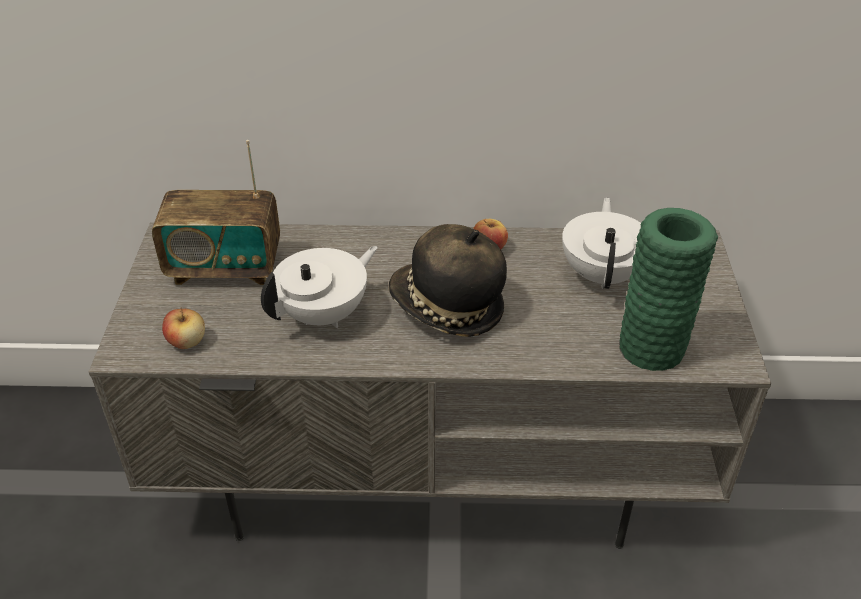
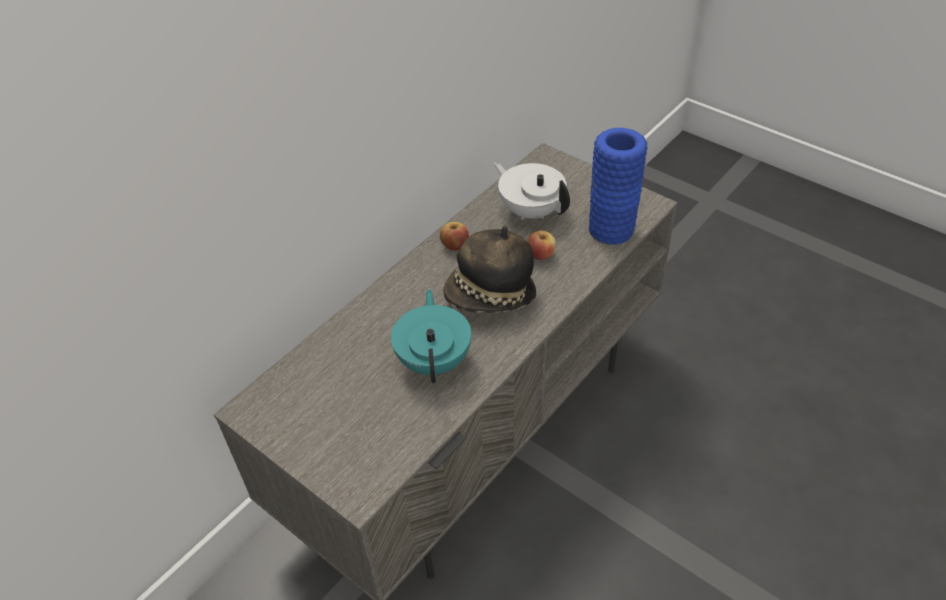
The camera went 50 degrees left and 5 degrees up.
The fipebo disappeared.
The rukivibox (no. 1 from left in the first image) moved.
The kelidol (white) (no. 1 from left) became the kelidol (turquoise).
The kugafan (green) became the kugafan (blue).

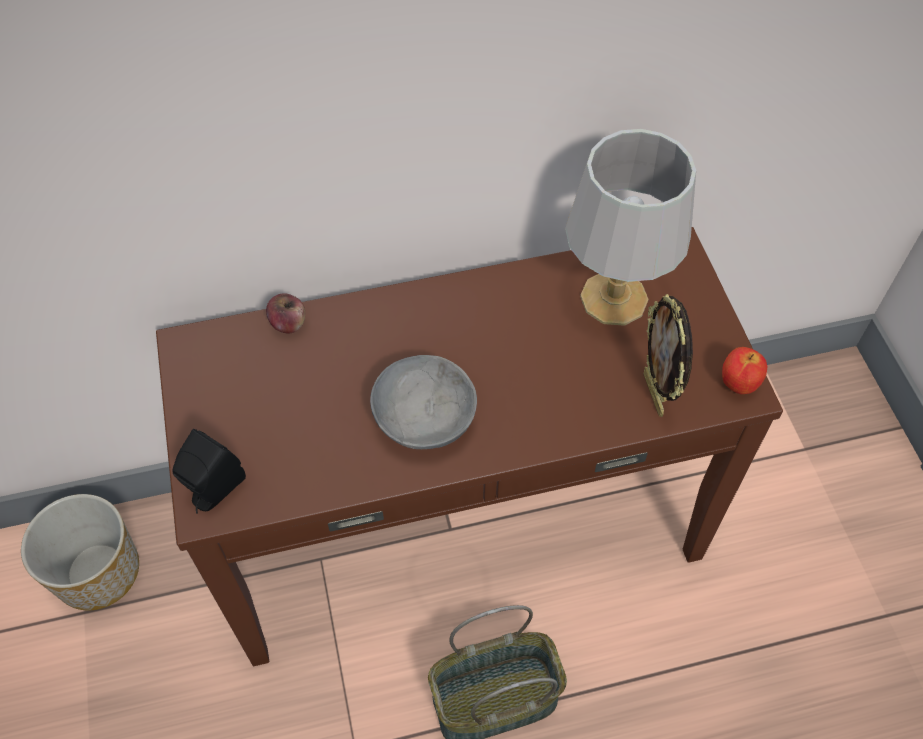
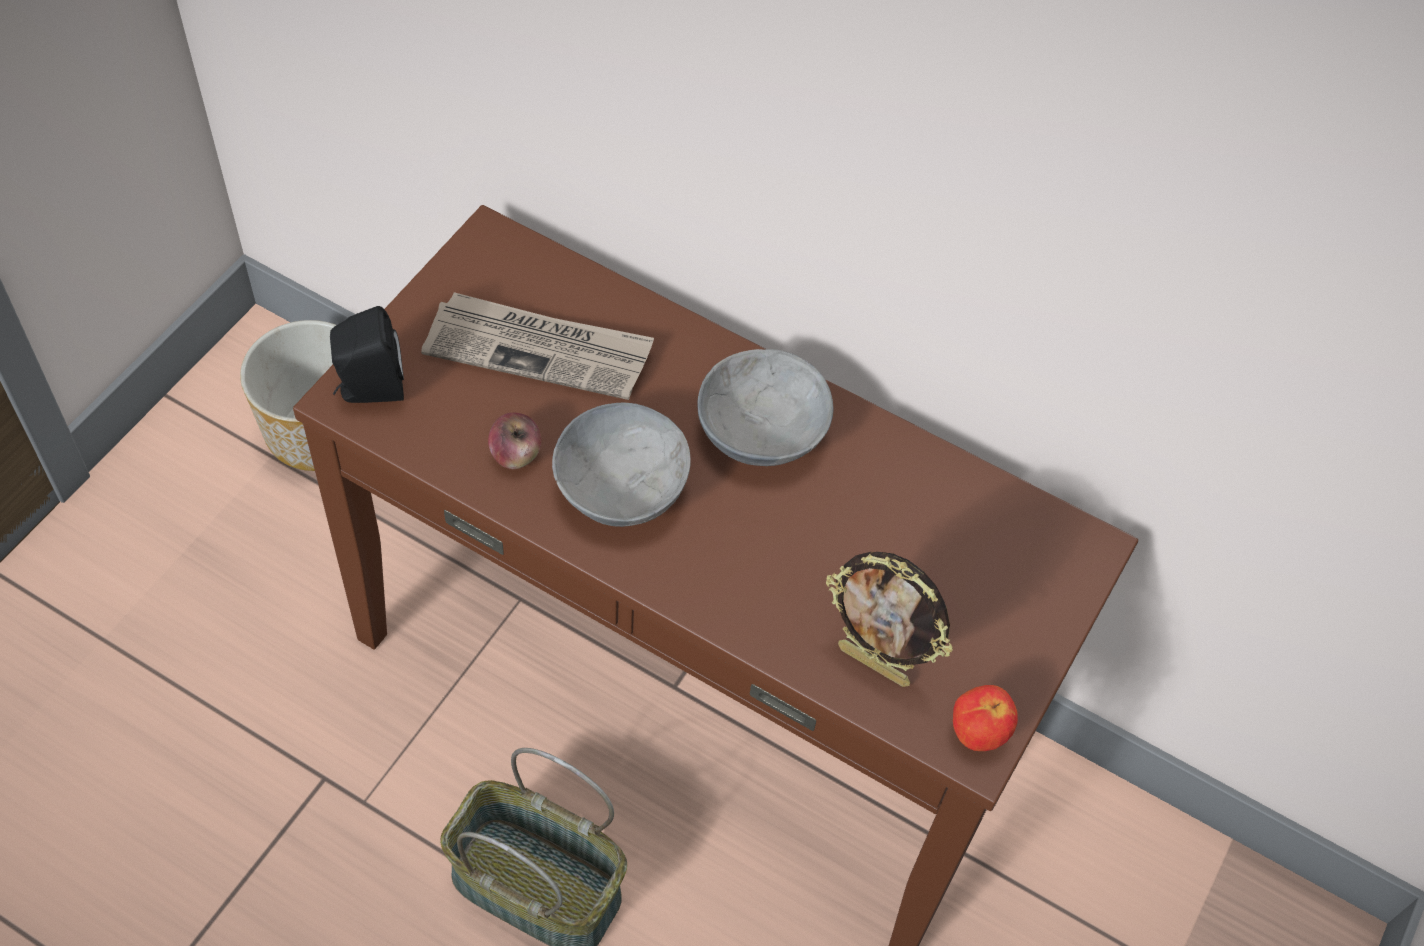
The camera went 40 degrees right and 0 degrees up.
The rukivibox (no. 1 from left) moved.
The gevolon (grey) disappeared.
The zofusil turned 90 degrees counterclockwise.
The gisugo appeared.
The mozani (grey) (no. 2 from left) appeared.

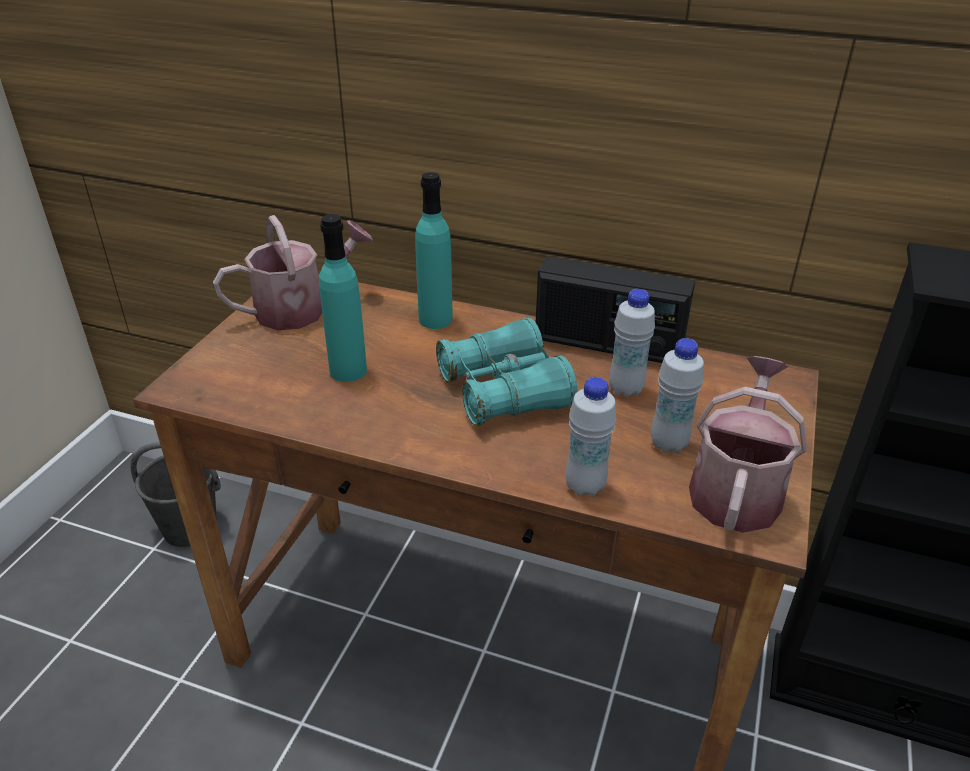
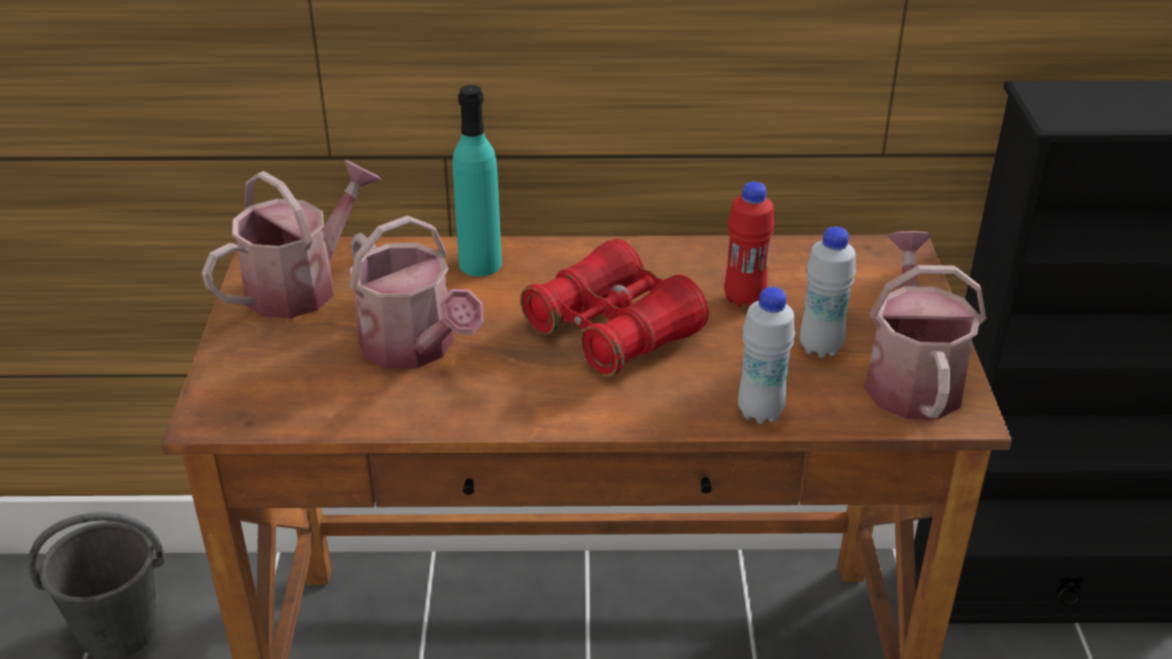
The camera went 20 degrees left and 0 degrees up.
The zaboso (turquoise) (no. 1 from left) was replaced by the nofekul (no. 2 from left).
The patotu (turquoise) became the patotu (red).
The fipebo disappeared.
The zaboso (white) (no. 2 from left) became the zaboso (red).

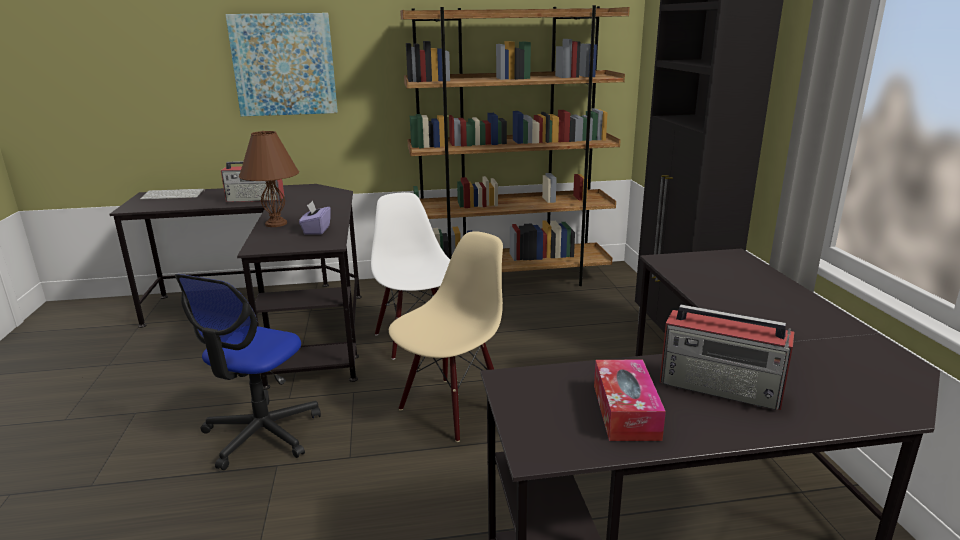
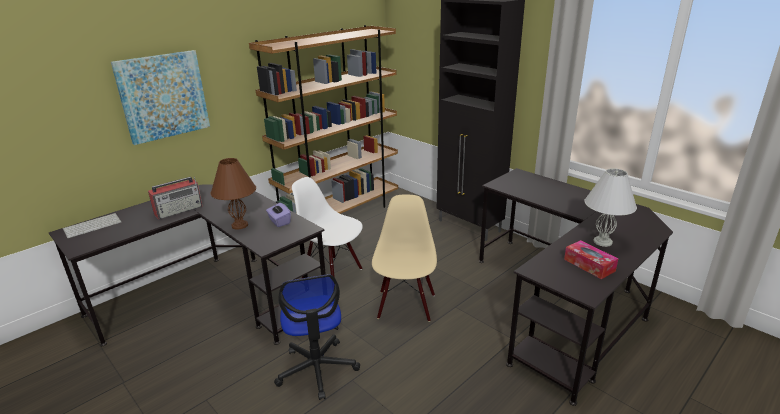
The camera went 35 degrees left and 5 degrees up.
The fipebo (no. 2 from left) was replaced by the gevolon (white).

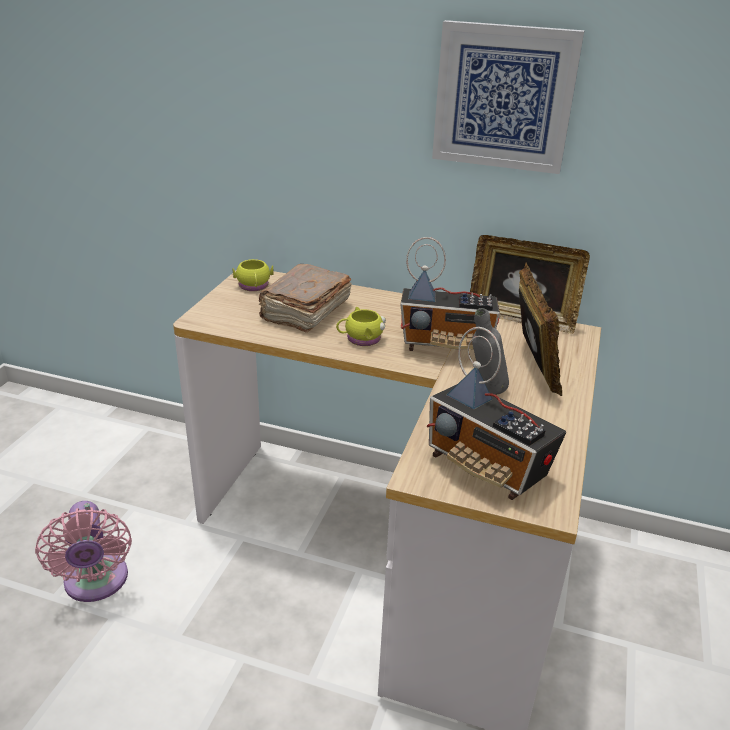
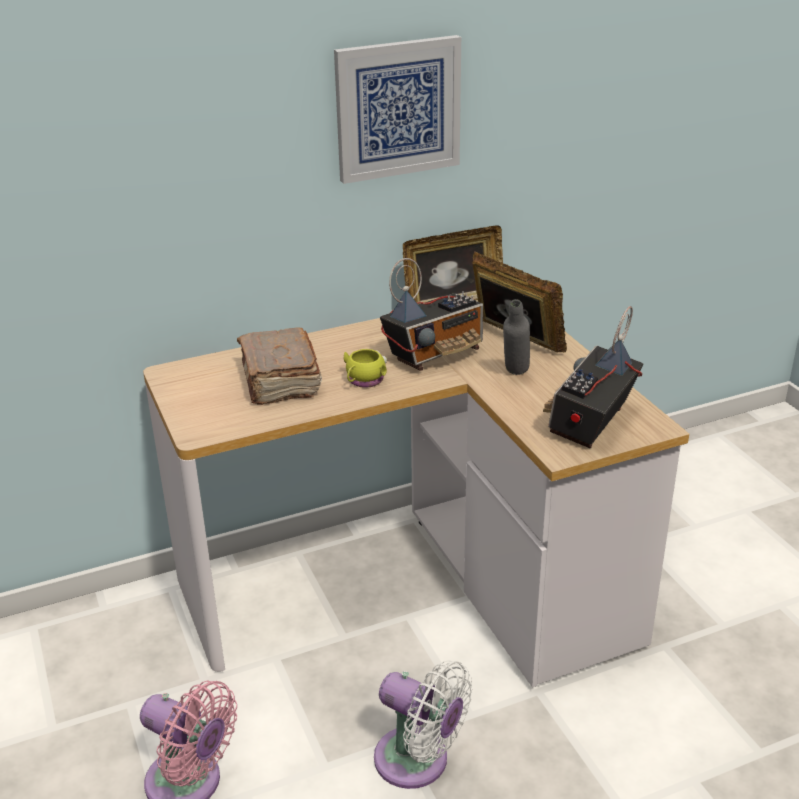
The camera went 40 degrees left and 0 degrees up.
The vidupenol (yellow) (no. 1 from left) disappeared.
The fipebo (no. 2 from left) turned 120 degrees clockwise.
The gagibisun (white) appeared.

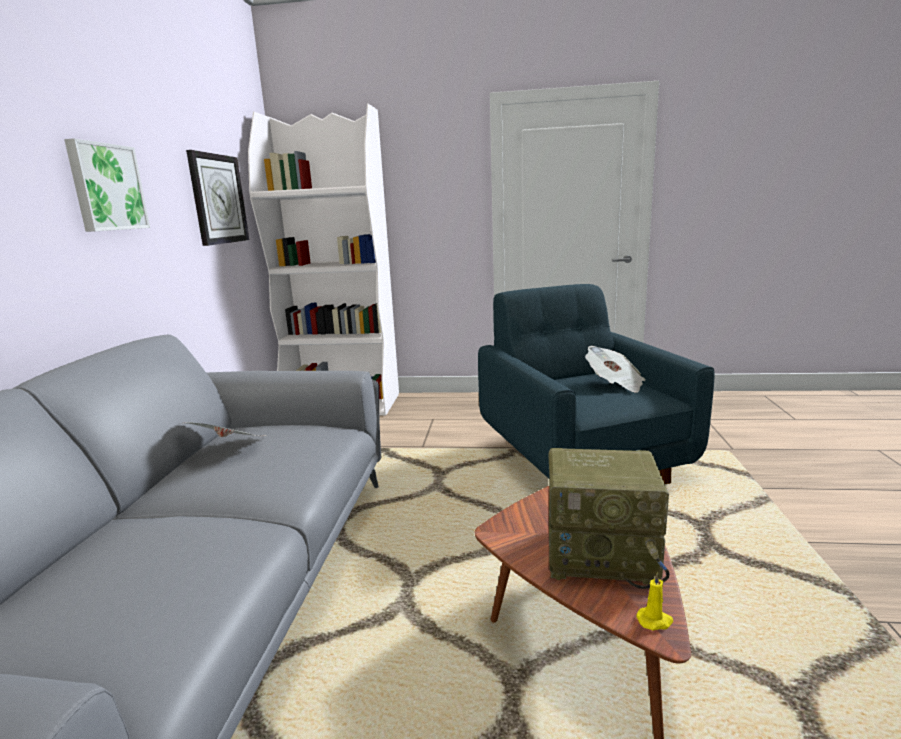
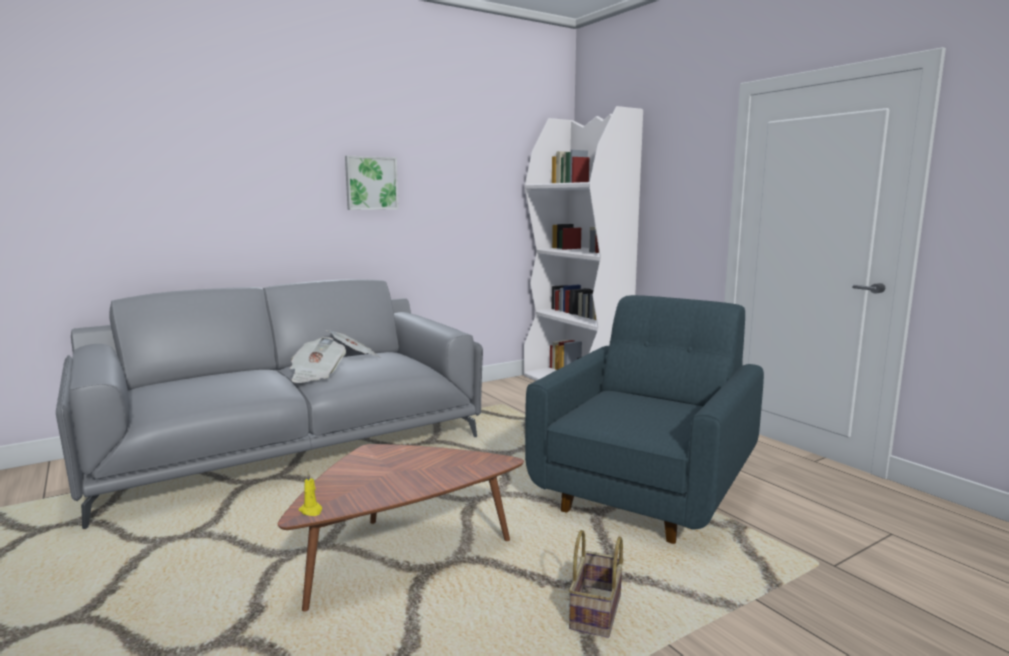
The camera went 50 degrees right and 5 degrees down.
The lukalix disappeared.
The fipebo disappeared.
The gisugo (no. 2 from left in the first image) moved.
The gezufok appeared.

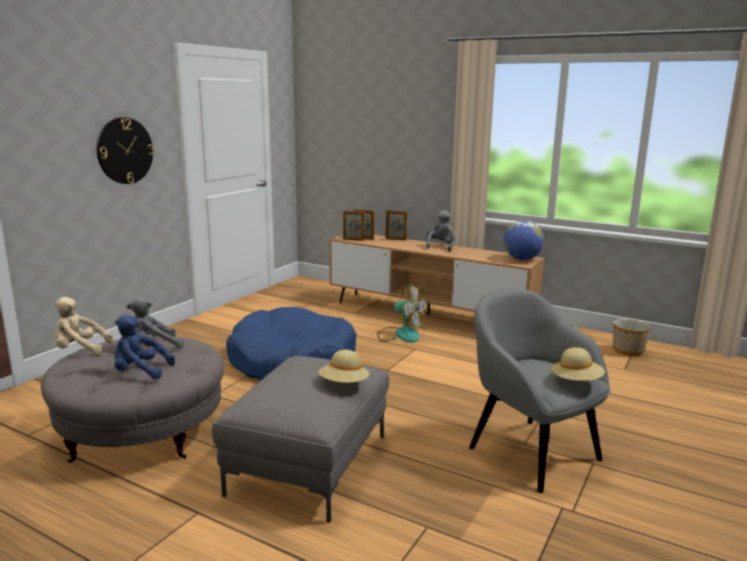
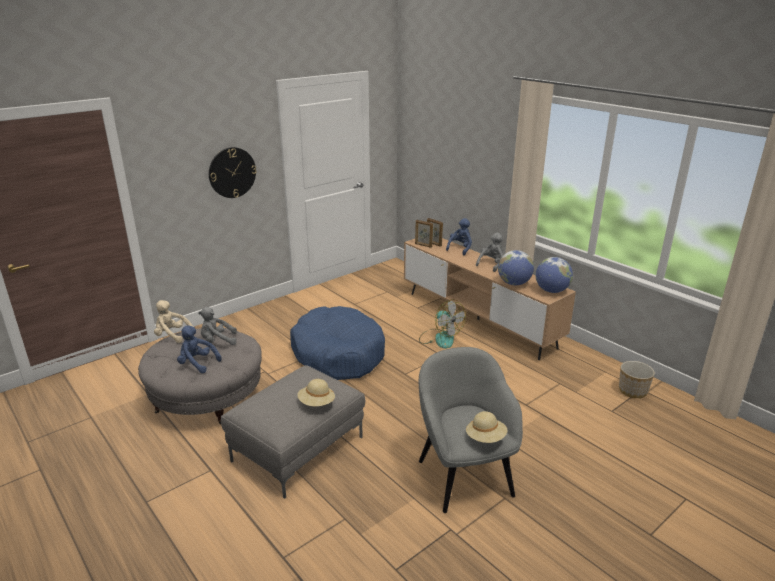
The camera went 20 degrees right and 10 degrees up.
The zofusil (no. 3 from left) was replaced by the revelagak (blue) (no. 2 from left).
The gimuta (no. 1 from left) appeared.

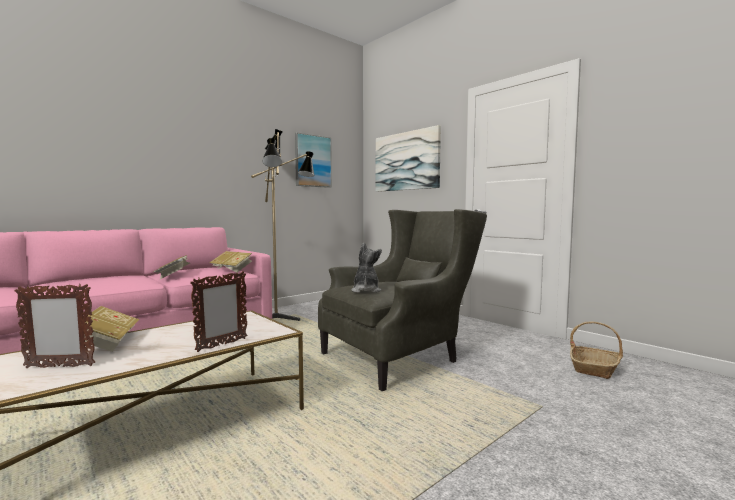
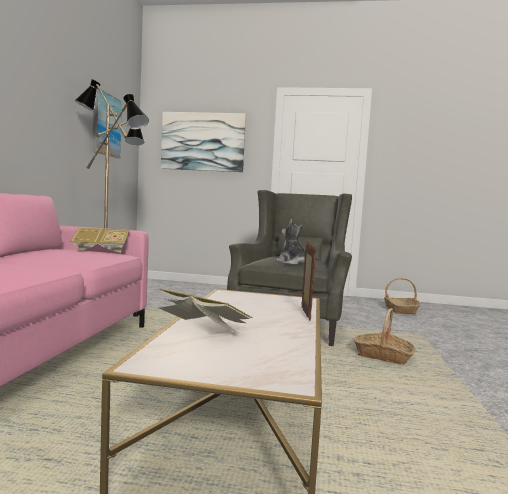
The camera went 40 degrees left and 0 degrees up.
The zofusil (no. 1 from left) disappeared.
The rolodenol (no. 2 from left) disappeared.
The gezufok (no. 1 from left) appeared.

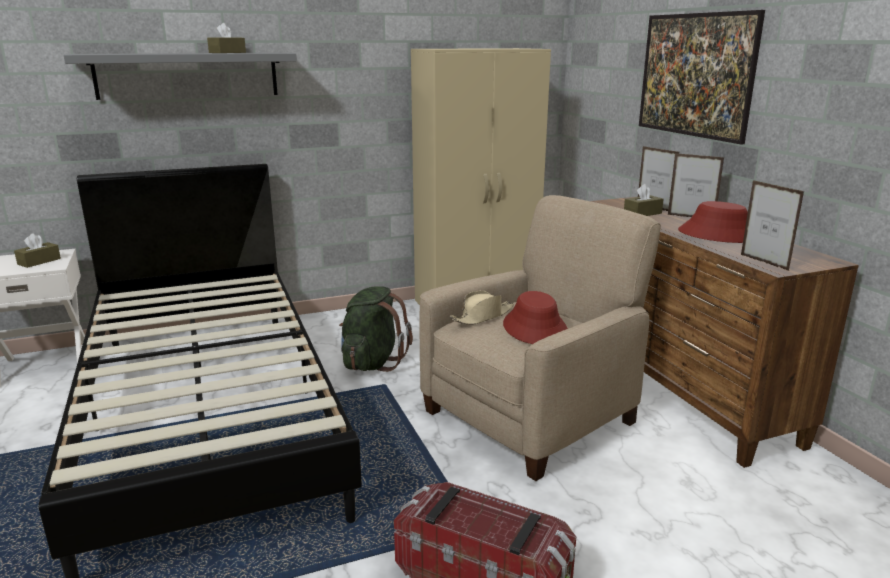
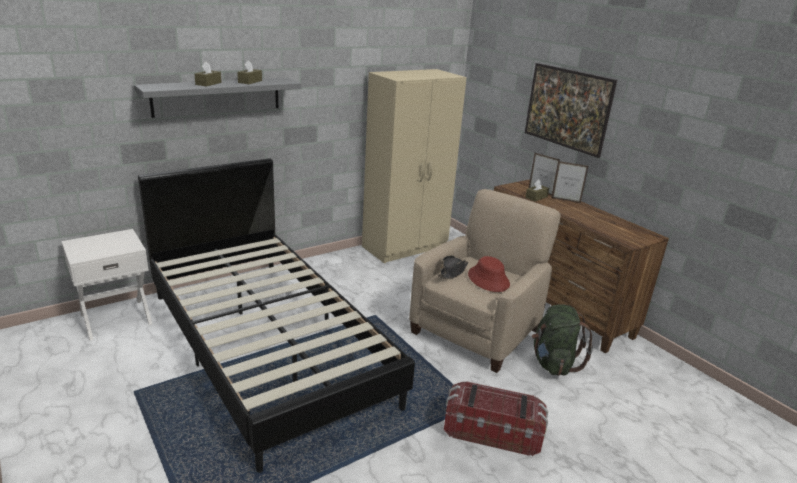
The camera went 15 degrees left and 5 degrees up.
The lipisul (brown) (no. 1 from left) moved.
The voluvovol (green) moved.
The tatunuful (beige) became the tatunuful (black).
The tatunuful (red) (no. 2 from left) disappeared.
The zofusil (no. 3 from left) disappeared.

